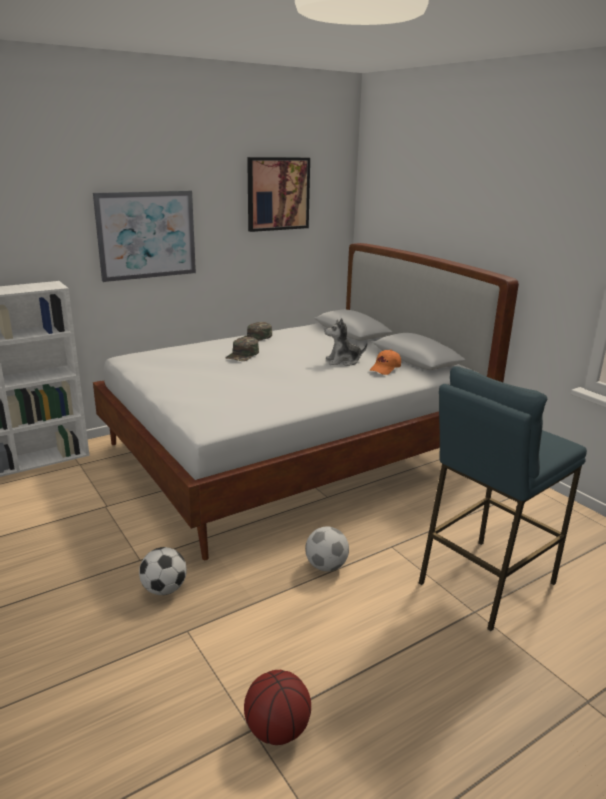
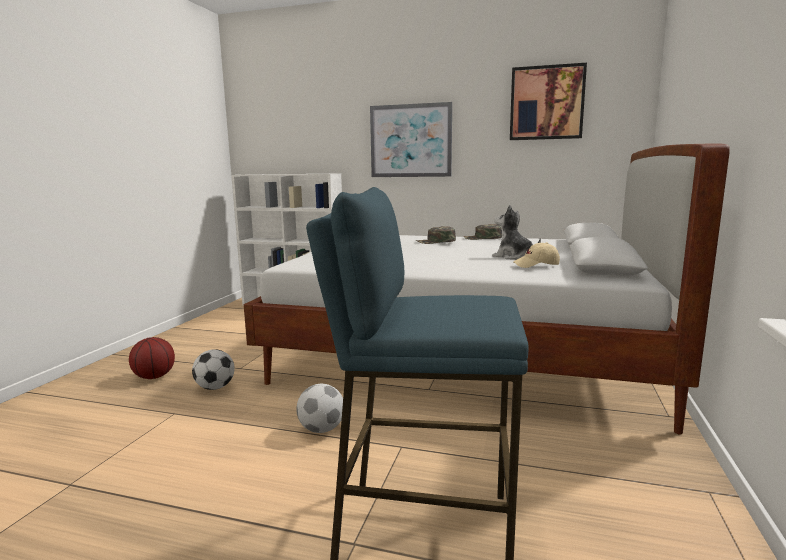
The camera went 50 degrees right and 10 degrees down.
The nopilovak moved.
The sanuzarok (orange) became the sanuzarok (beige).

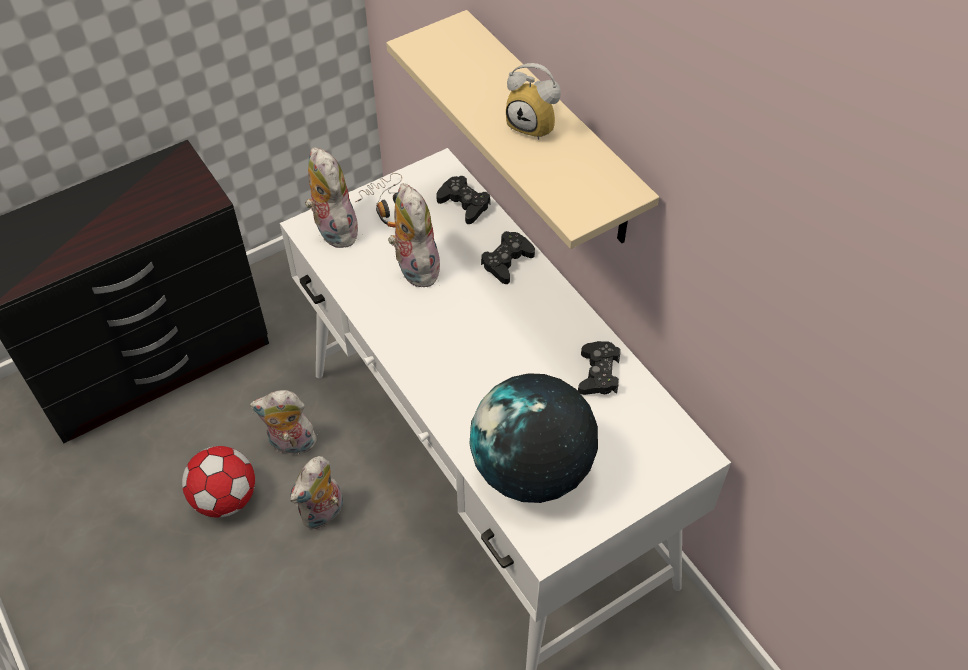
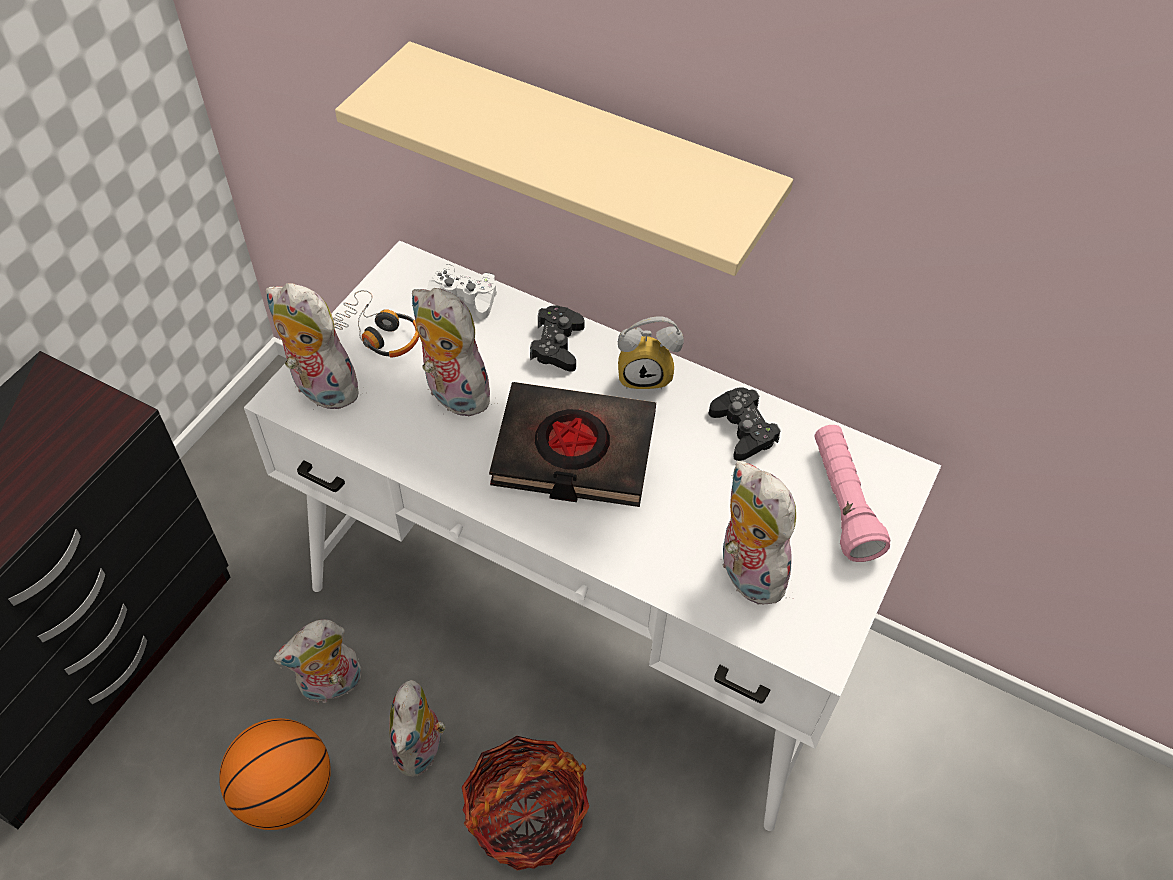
The camera went 30 degrees left and 0 degrees up.
The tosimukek was replaced by the nopilovak.
The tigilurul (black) (no. 1 from left) became the tigilurul (white).
The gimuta was replaced by the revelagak (no. 5 from left).
The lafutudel moved.
The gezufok appeared.
The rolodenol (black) appeared.
The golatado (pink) appeared.

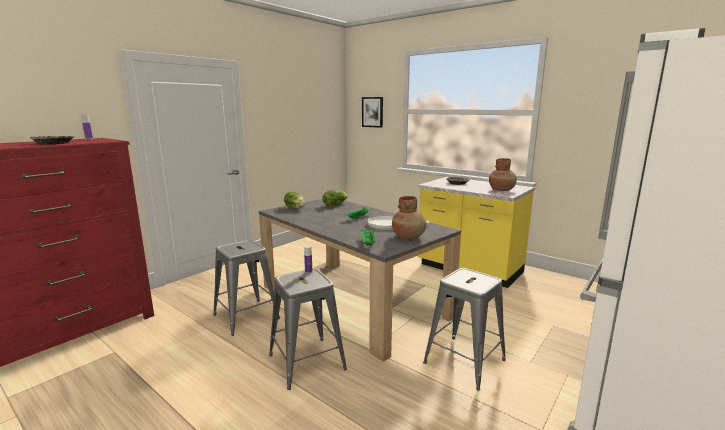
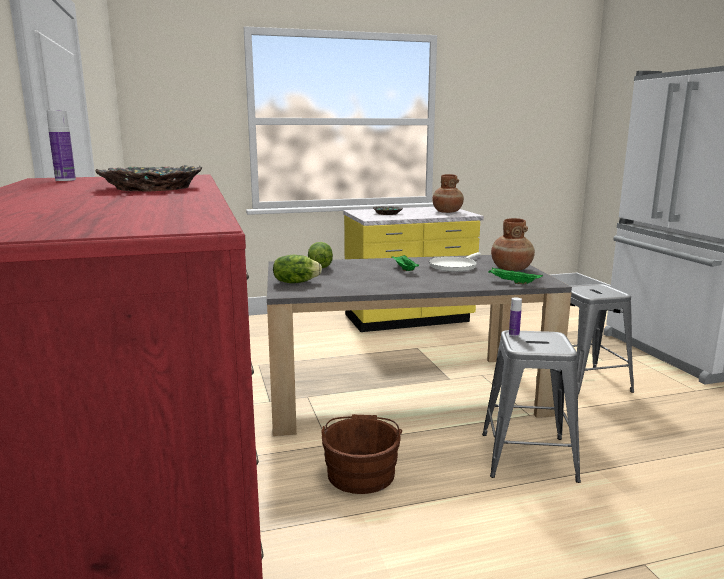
The camera went 55 degrees left and 0 degrees up.
The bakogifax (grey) (no. 1 from left) was replaced by the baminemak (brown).
The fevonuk disappeared.

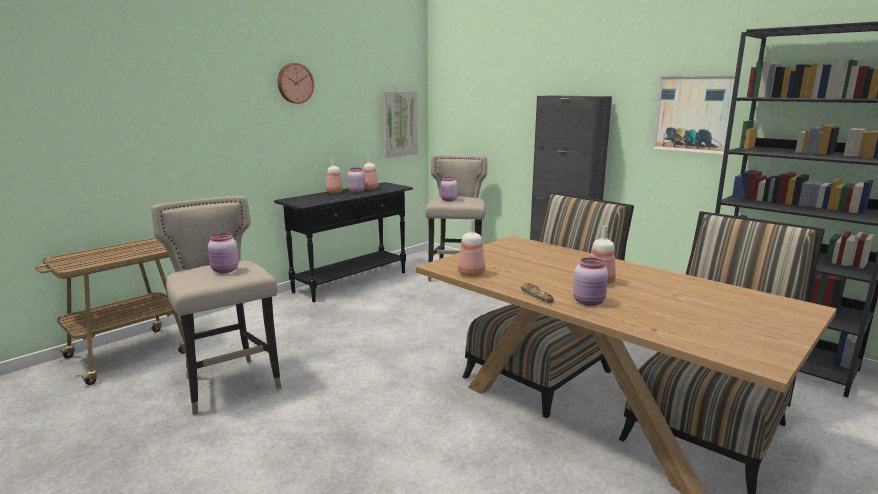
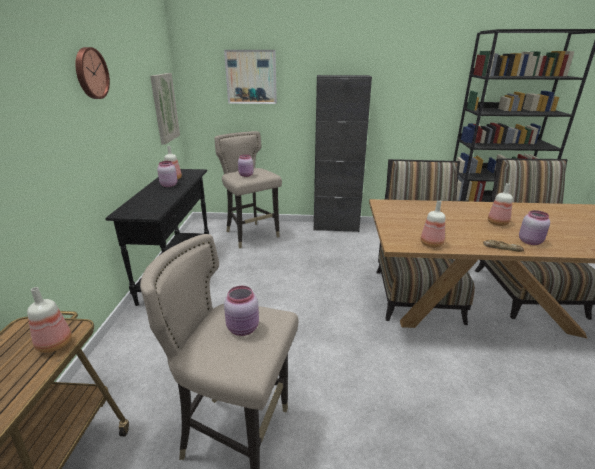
The camera went 40 degrees left and 10 degrees up.
The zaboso (no. 1 from left) moved.
The fevonuk (no. 2 from left) moved.

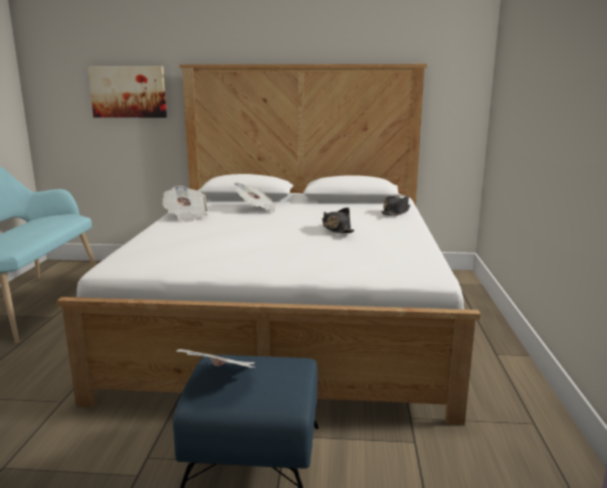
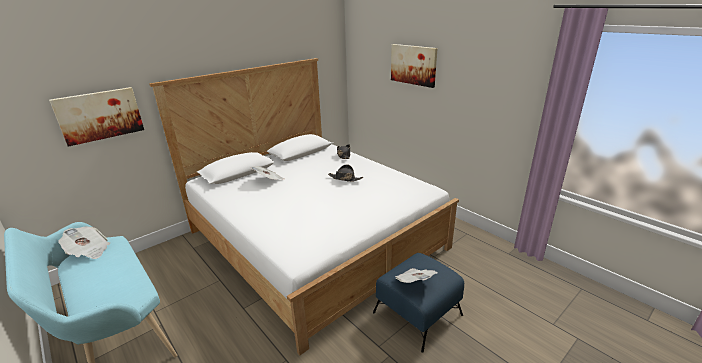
The camera went 45 degrees left and 10 degrees up.
The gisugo (no. 1 from left) moved.
The fevonuk (no. 2 from left) appeared.

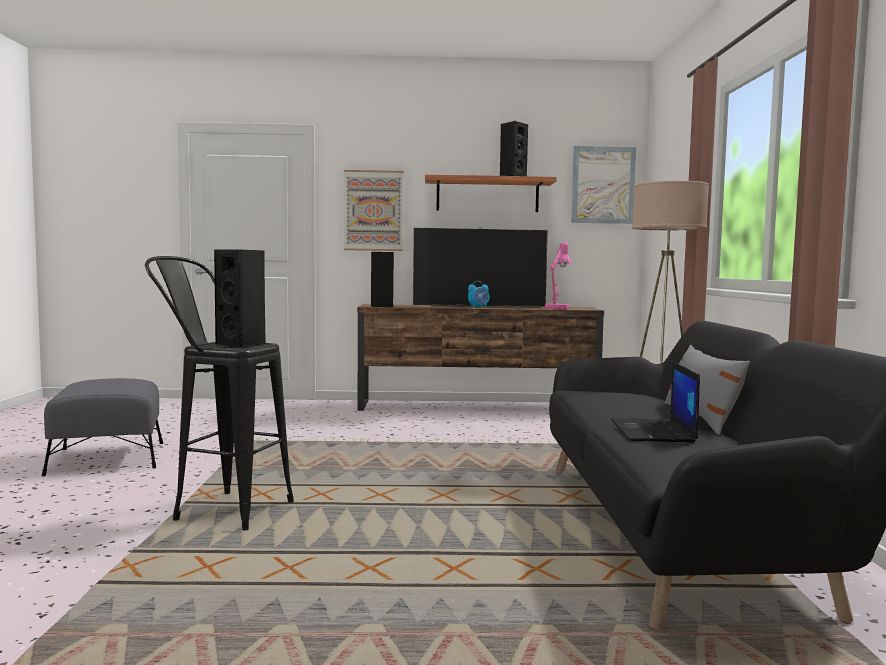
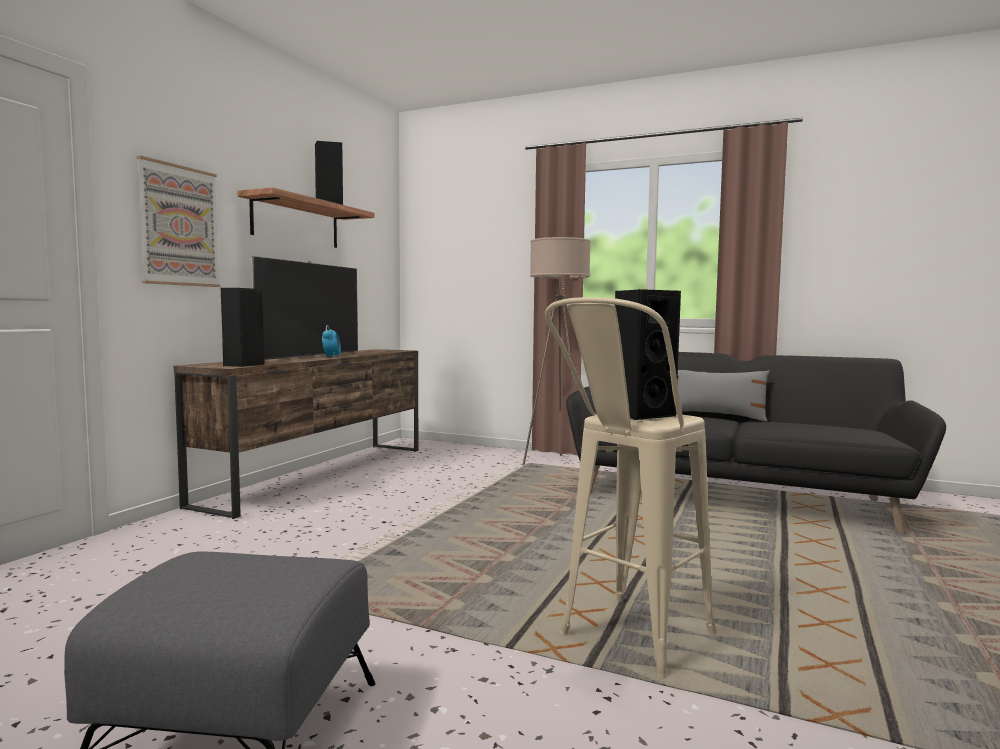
The camera went 65 degrees left and 0 degrees up.
The bakogifax (black) became the bakogifax (beige).
The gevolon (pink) disappeared.
The fevonuk (no. 2 from left) disappeared.
The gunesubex disappeared.

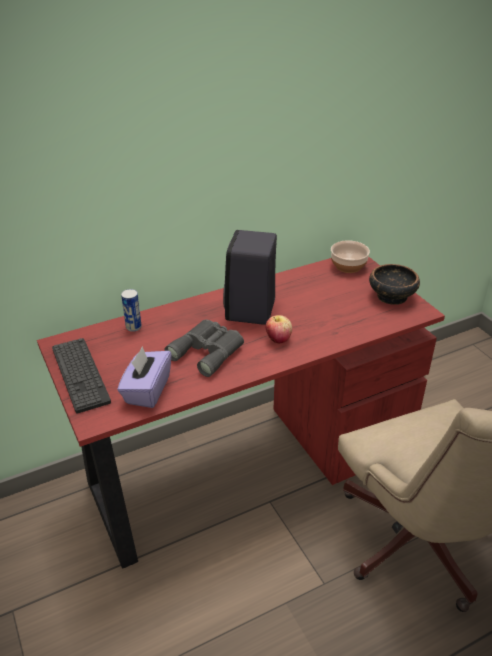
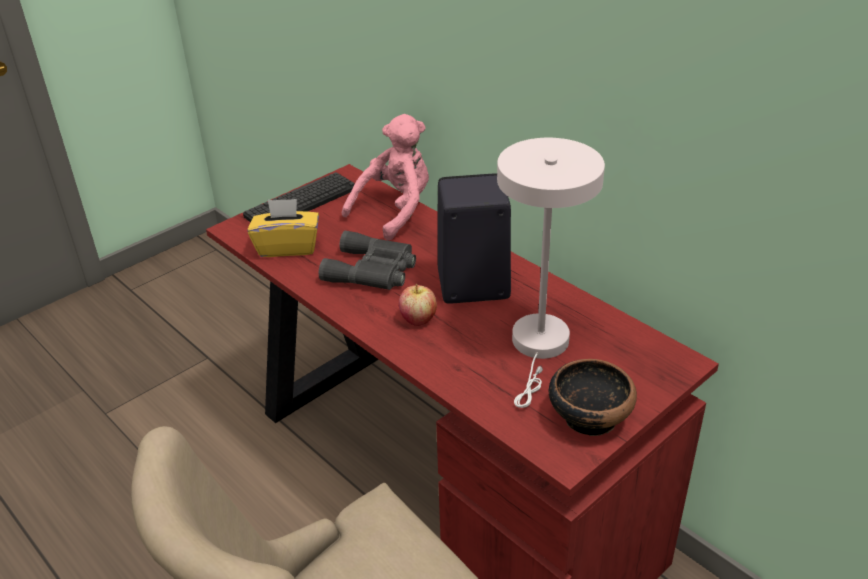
The camera went 75 degrees right and 0 degrees up.
The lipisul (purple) became the lipisul (yellow).
The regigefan was replaced by the revelagak (pink).
The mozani (no. 1 from left) disappeared.
The gevolon (white) appeared.

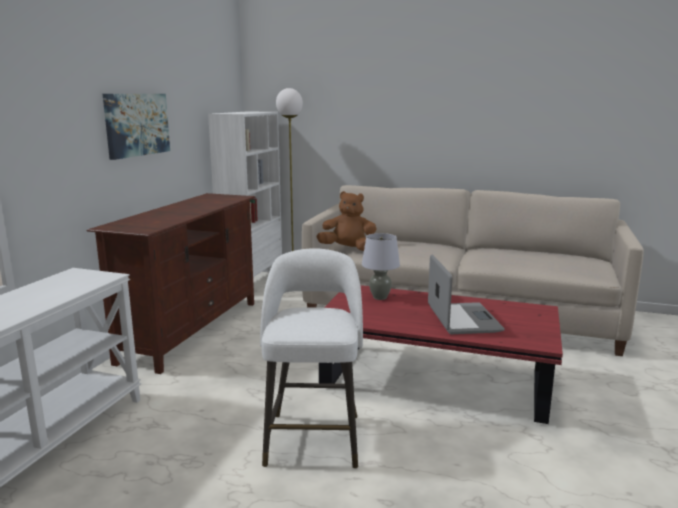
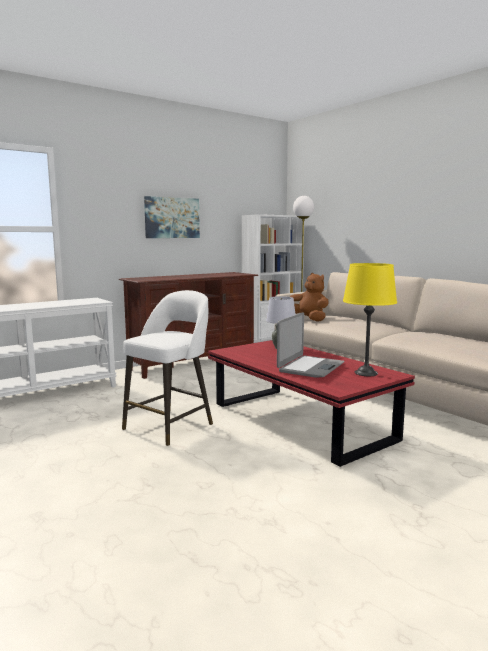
The camera went 35 degrees right and 5 degrees down.
The gevolon (yellow) appeared.

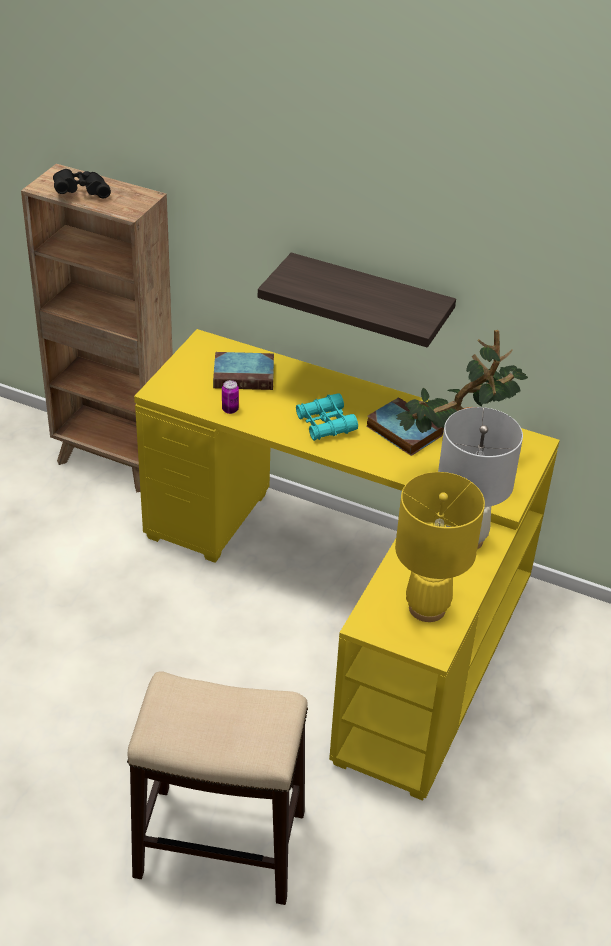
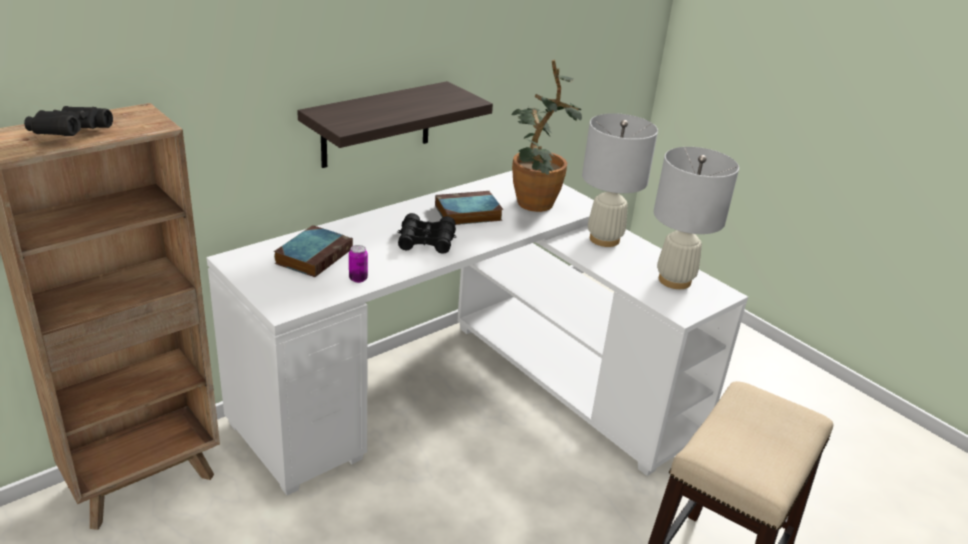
The camera went 65 degrees left and 10 degrees down.
The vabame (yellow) became the vabame (white).
The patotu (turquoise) became the patotu (black) (no. 2 from left).
The gevolon (yellow) became the gevolon (white) (no. 2 from left).

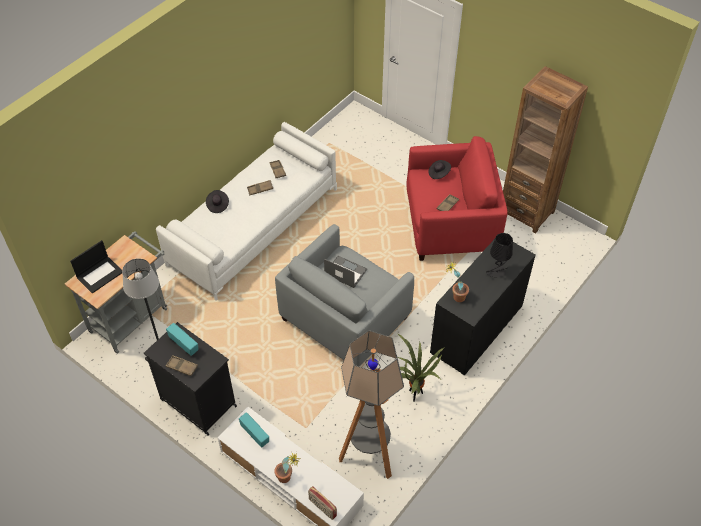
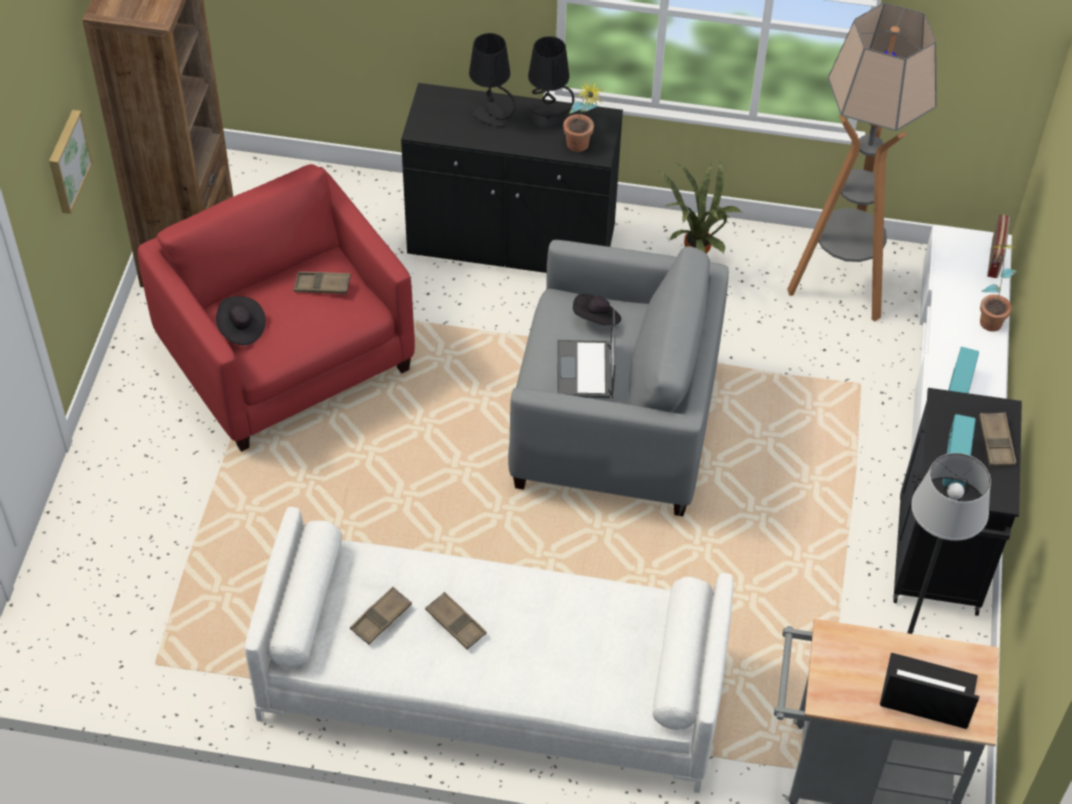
The camera went 120 degrees left and 0 degrees up.
The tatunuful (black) (no. 1 from left in the first image) moved.
The fevonuk appeared.
The gevolon (black) (no. 2 from left) appeared.

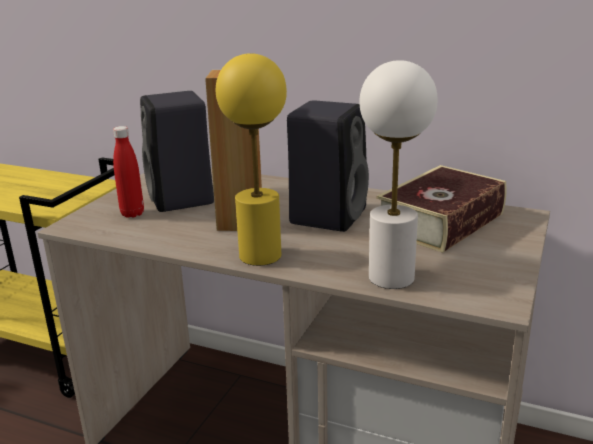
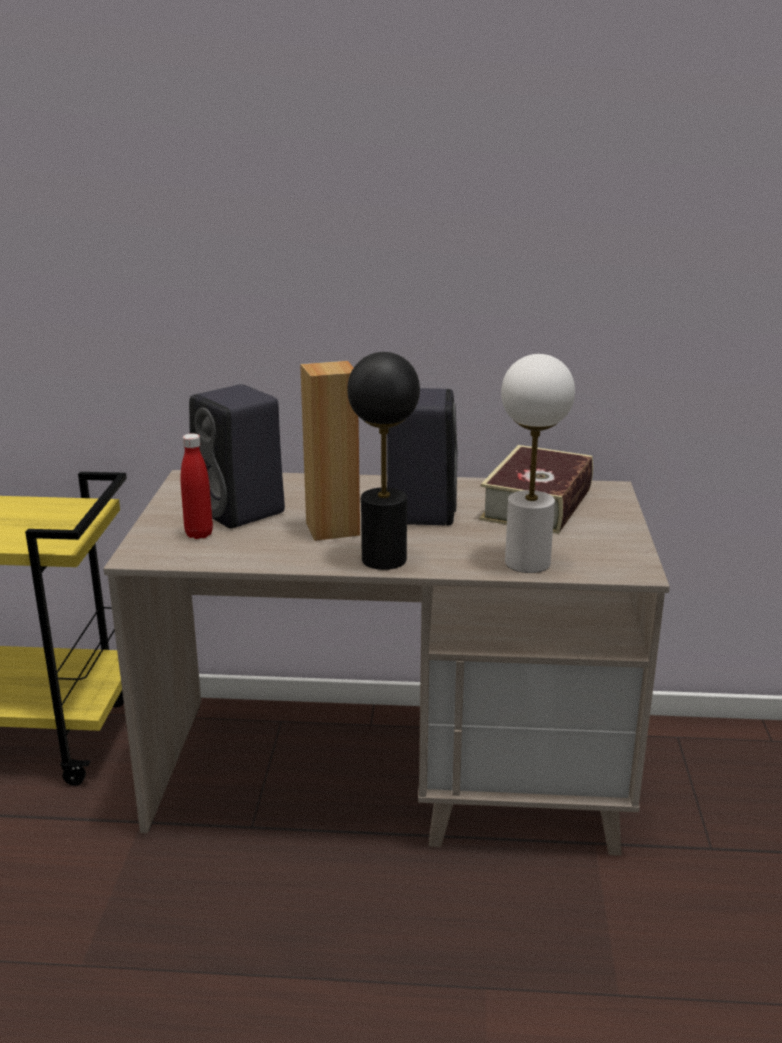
The camera went 20 degrees left and 0 degrees up.
The gevolon (yellow) became the gevolon (black).

